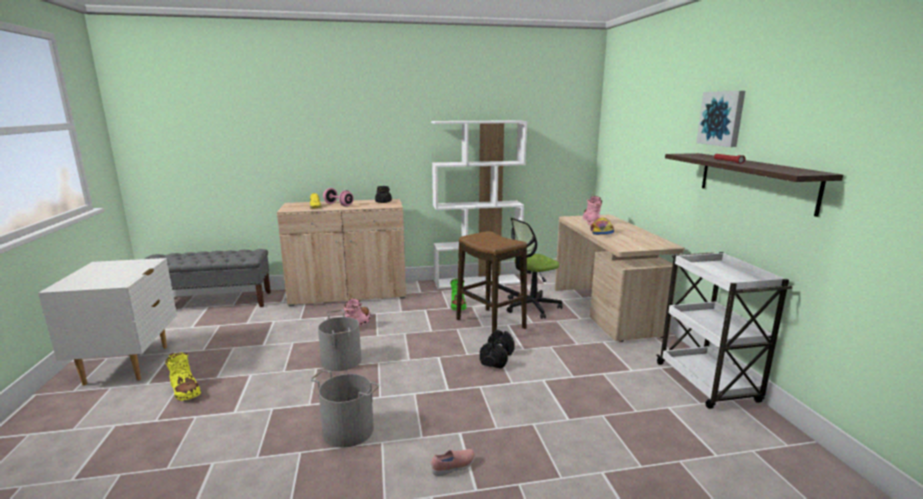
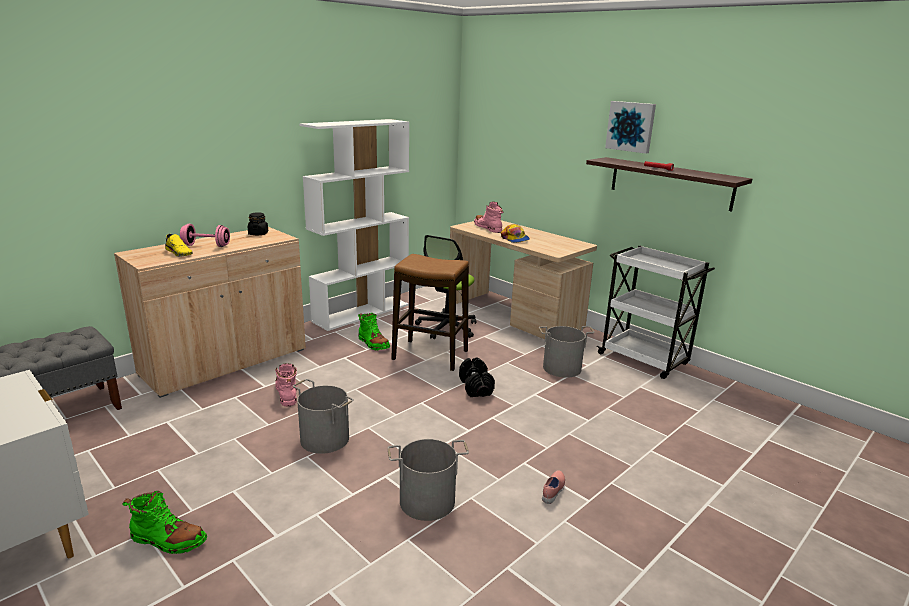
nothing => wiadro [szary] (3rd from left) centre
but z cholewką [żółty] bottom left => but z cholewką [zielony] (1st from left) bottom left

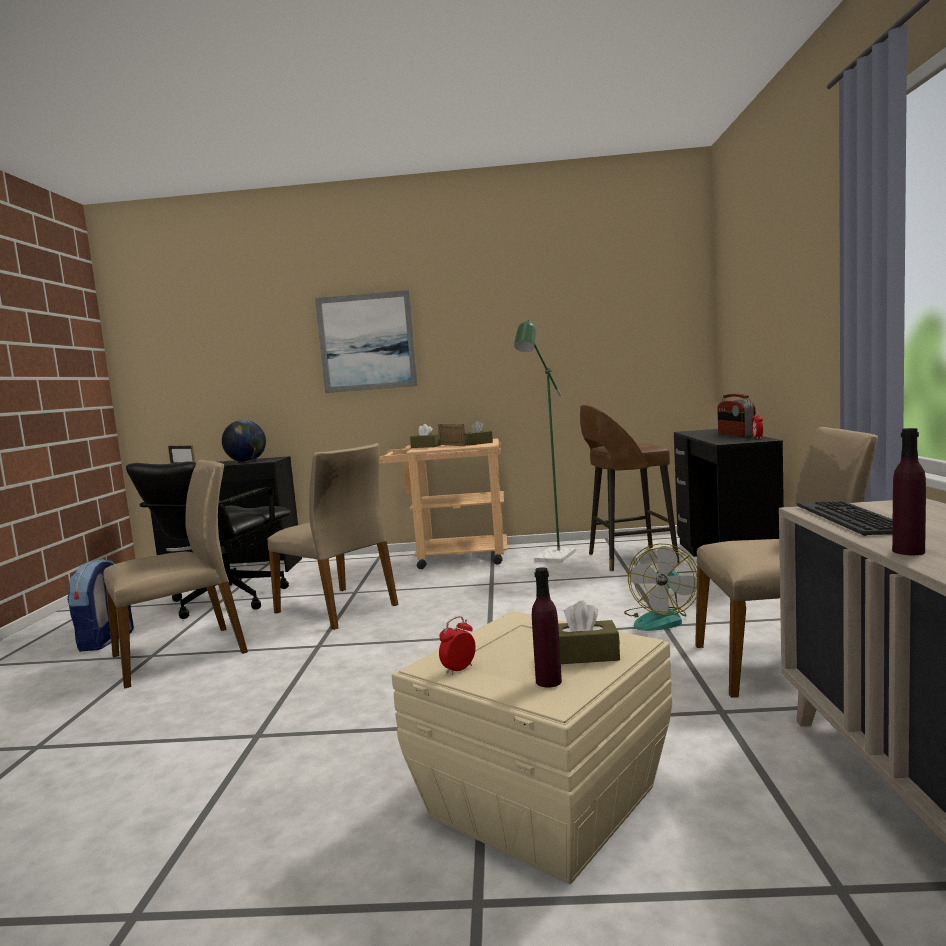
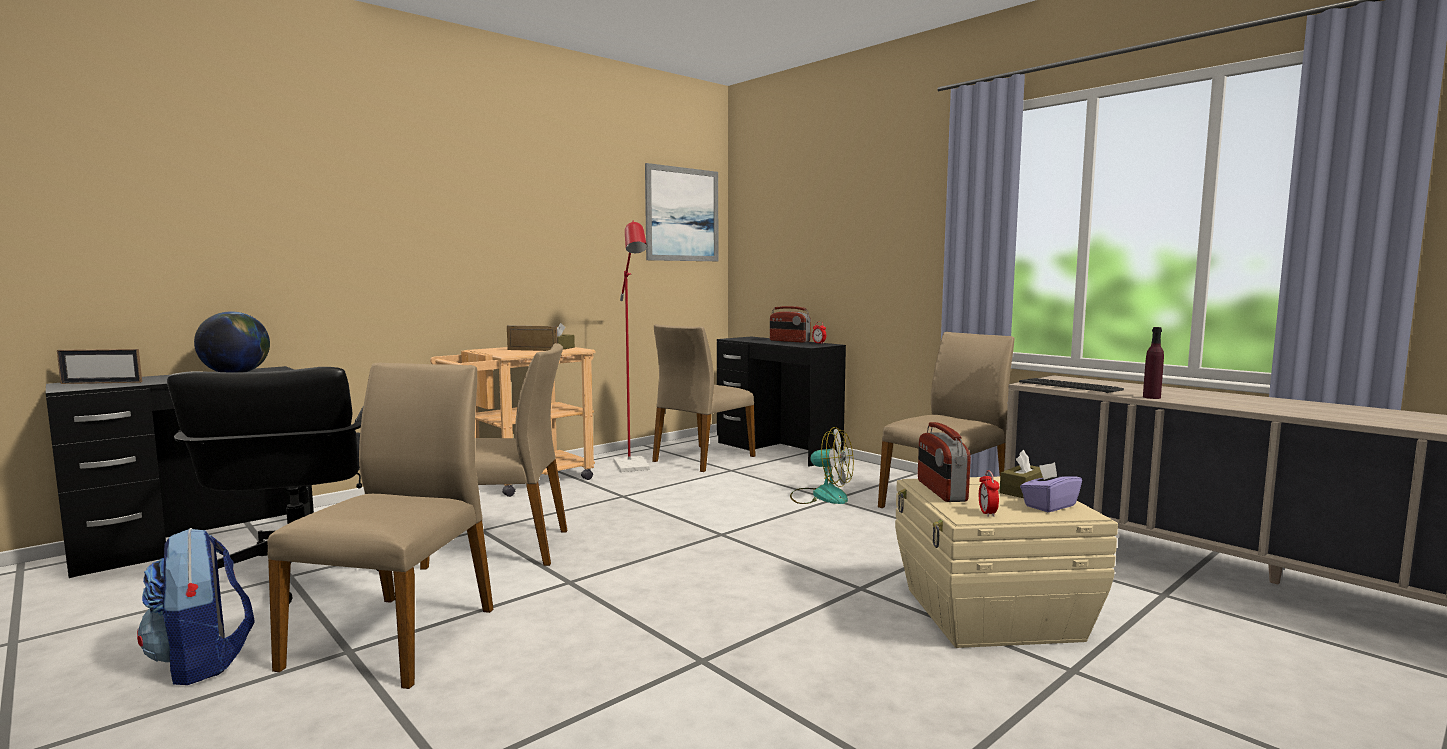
pudełko chusteczek [brązowy] (1st from left) centre => nothing
nothing => radio (2nd from left) centre
obraz centre => obraz top centre, move
butelka [fioletowy] (1st from left) centre => pudełko chusteczek [fioletowy] middle right
stołek [brązowy] centre => krzesło [beżowy] (3rd from left) centre
lampa stojąca [zielony] centre => lampa stojąca [czerwony] centre
wentylator middle right => wentylator centre, 45 degrees counterclockwise

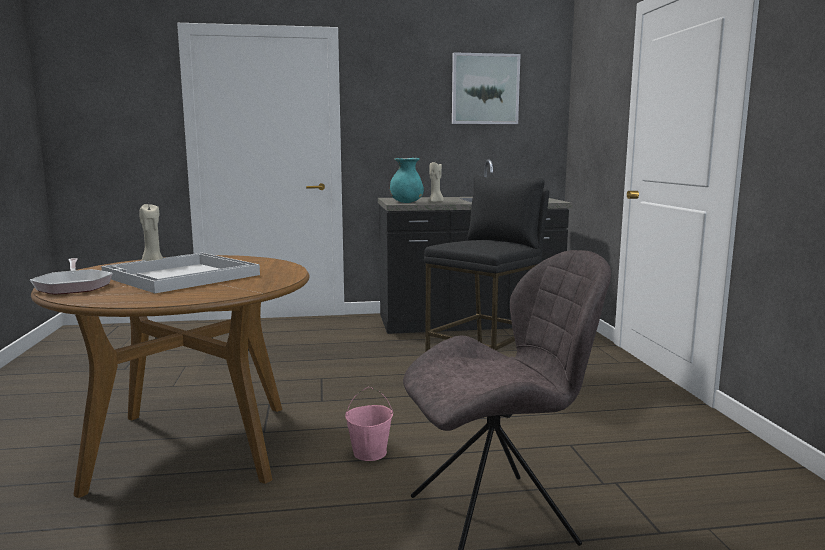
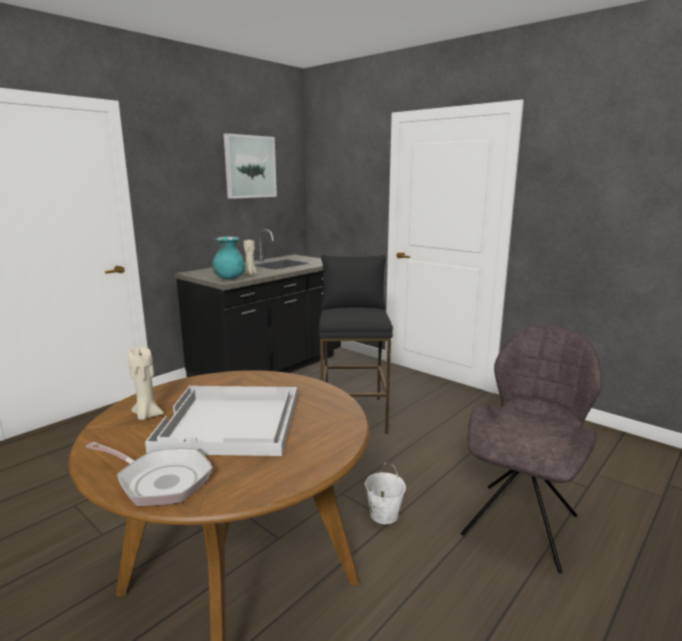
wiadro [różowy] bottom centre => wiadro [biały] bottom centre

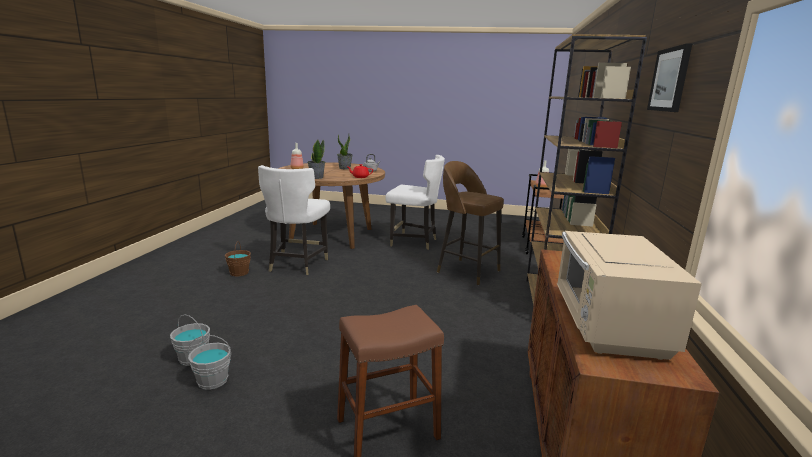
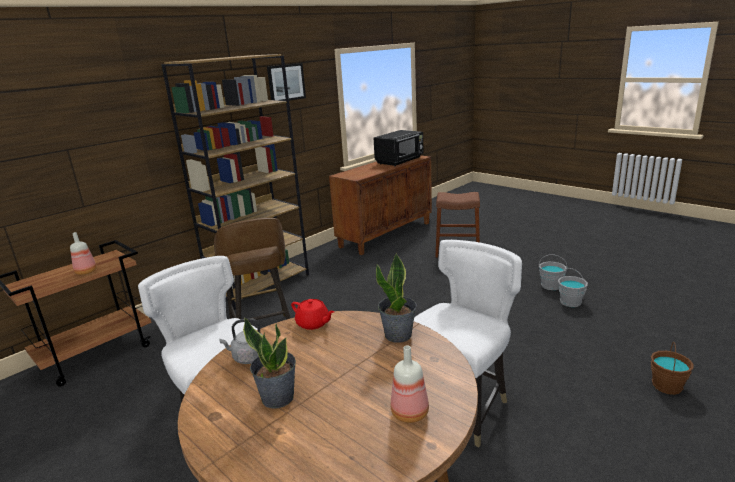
wiadro [brązowy] middle left => wiadro [brązowy] bottom right, move
mikrofalówka [beżowy] middle right => mikrofalówka [czarny] top centre

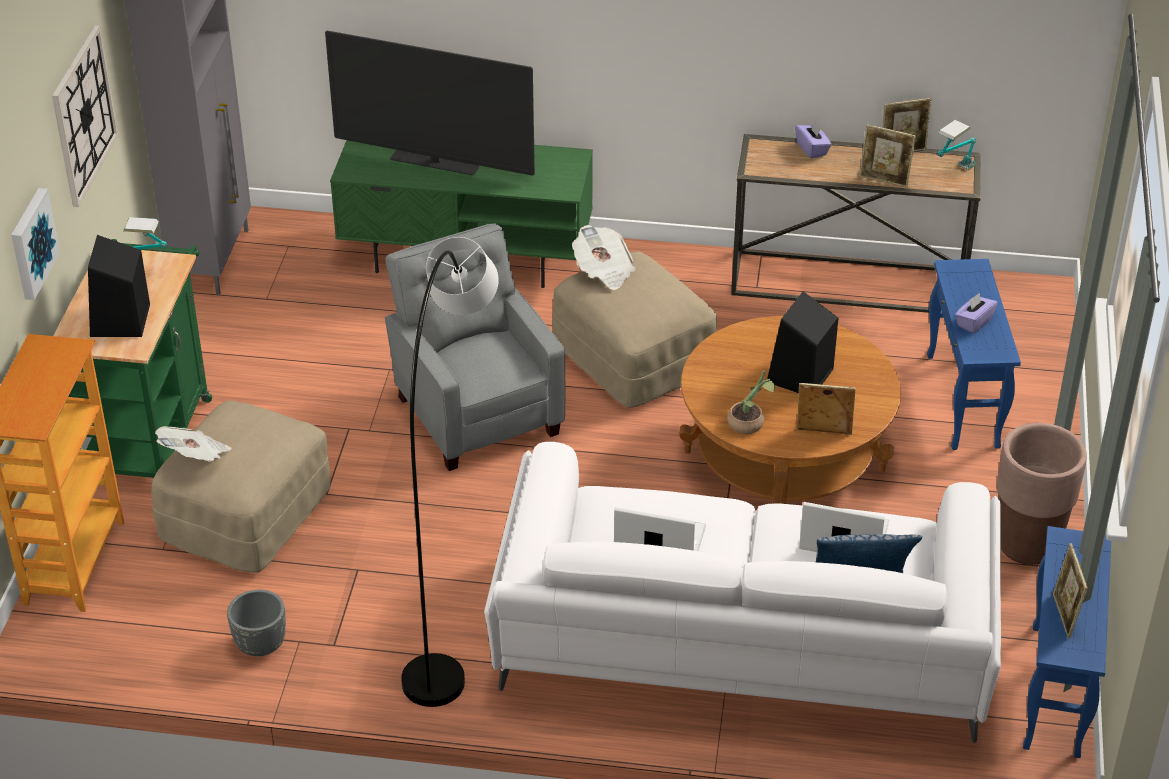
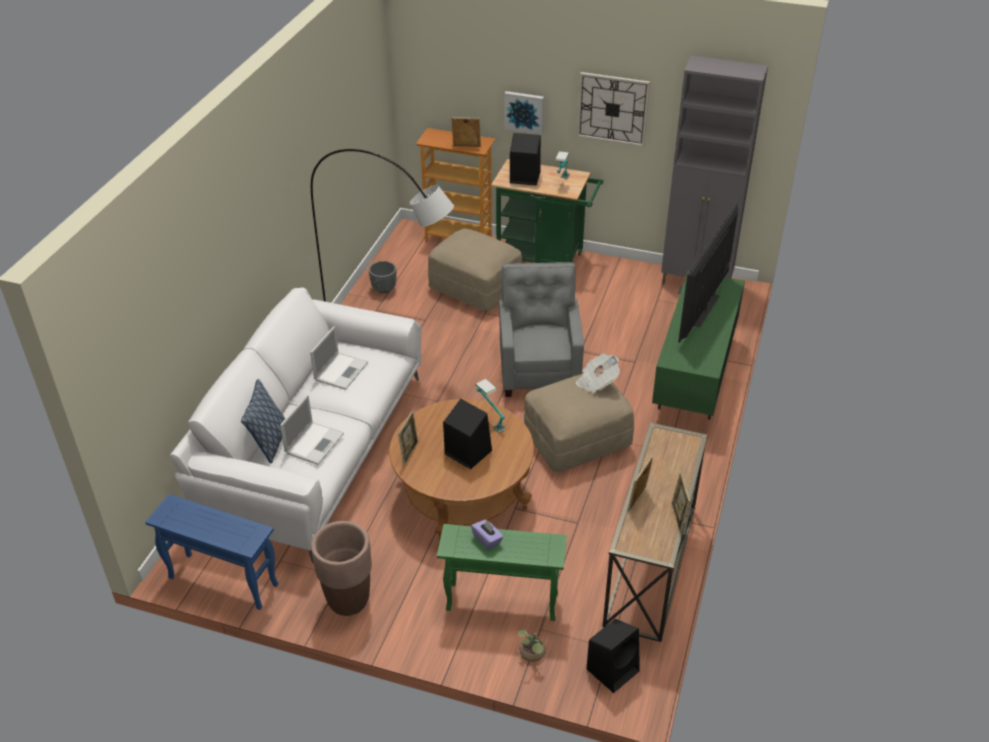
gazeta (1st from left) middle left => nothing
pudełko chusteczek [fioletowy] (1st from left) top right => nothing
nothing => głośnik [czarny] (3rd from left) bottom centre
roślina doniczkowa centre => roślina doniczkowa bottom centre, move
lampa stołowa (2nd from left in the first image) top right => lampa stołowa (1st from left) centre, move
ramka na zdjęcie (4th from left in the first image) bottom right => ramka na zdjęcie (2nd from left) top centre, move
stolik [niebieski] (1st from left) middle right => stolik [zielony] bottom centre
fotel [szary] centre, 75 degrees counterclockwise

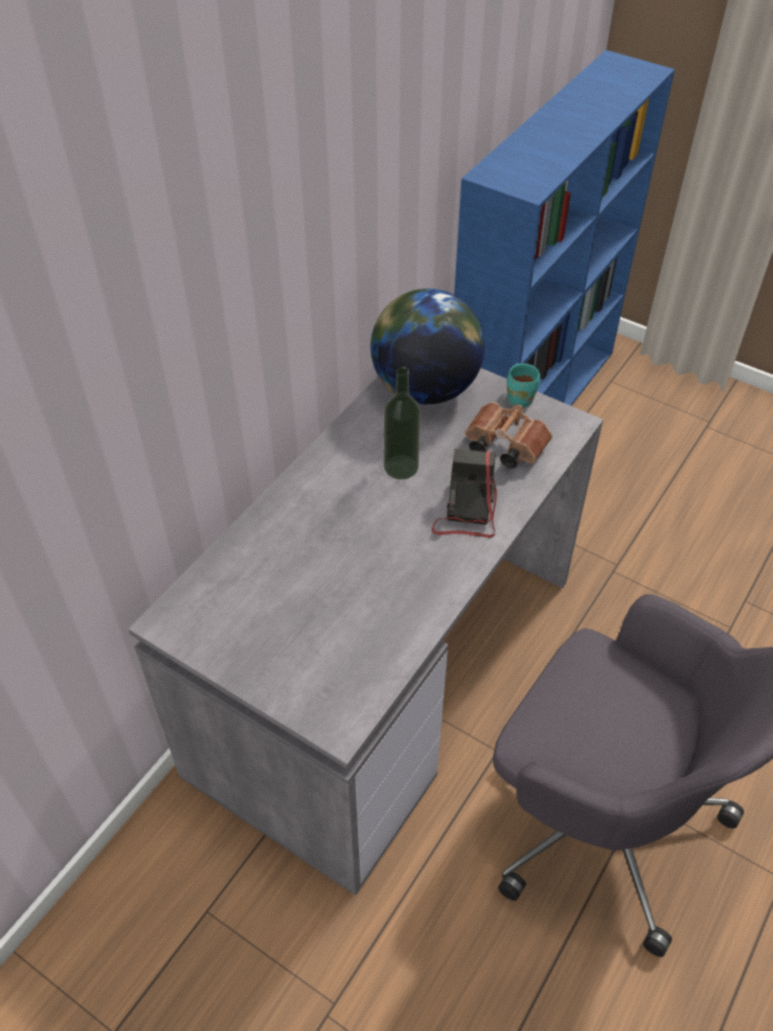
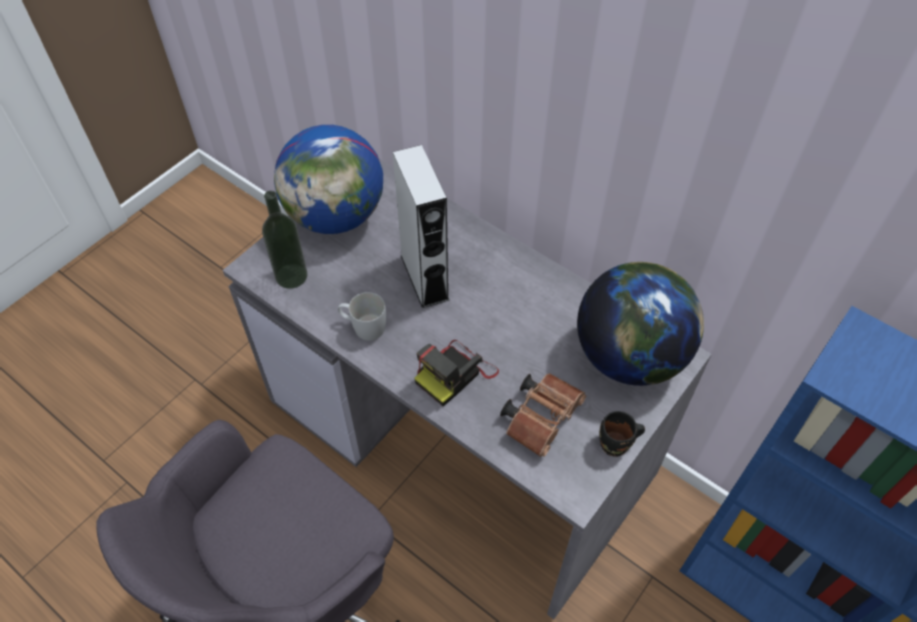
nothing => globus (1st from left) top centre
nothing => kubek [biały] centre
nothing => głośnik [szary] centre
butelka centre => butelka middle left, move
kubek [turkusowy] middle right => kubek [czarny] bottom right
aparat fotograficzny centre, 120 degrees clockwise

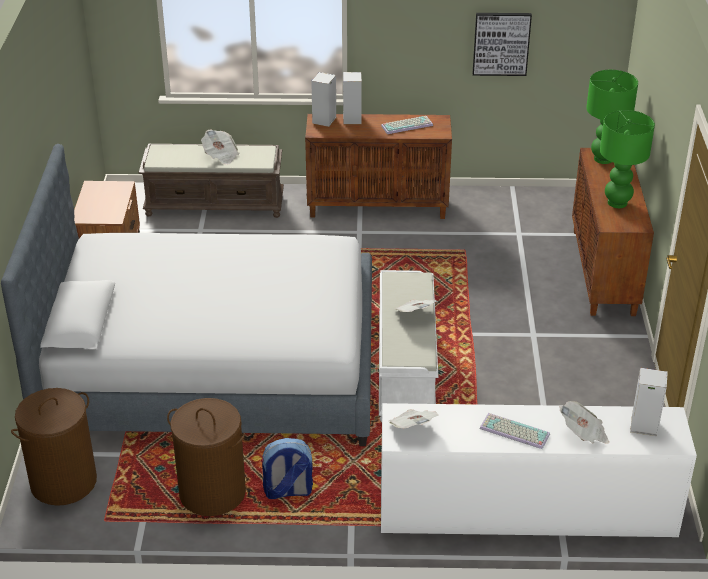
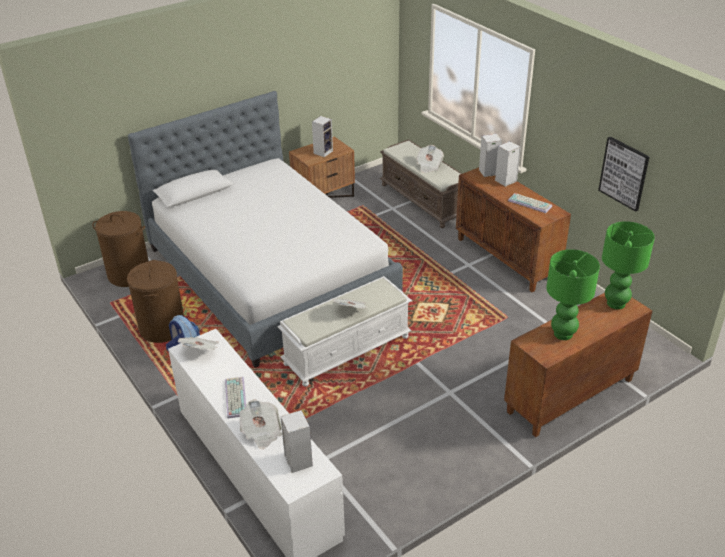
nothing => głośnik (2nd from left) top centre

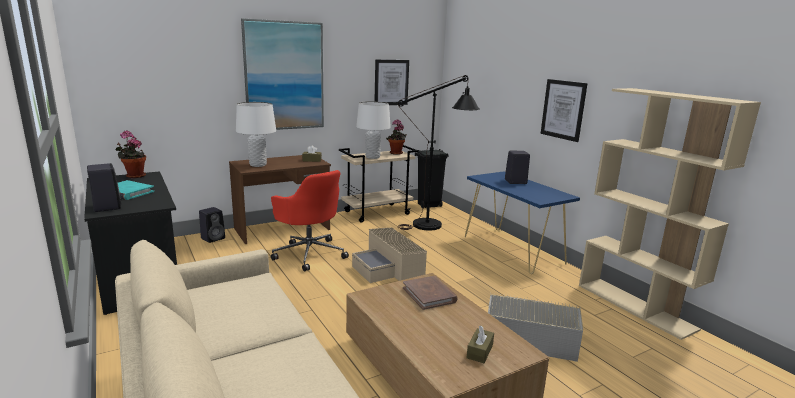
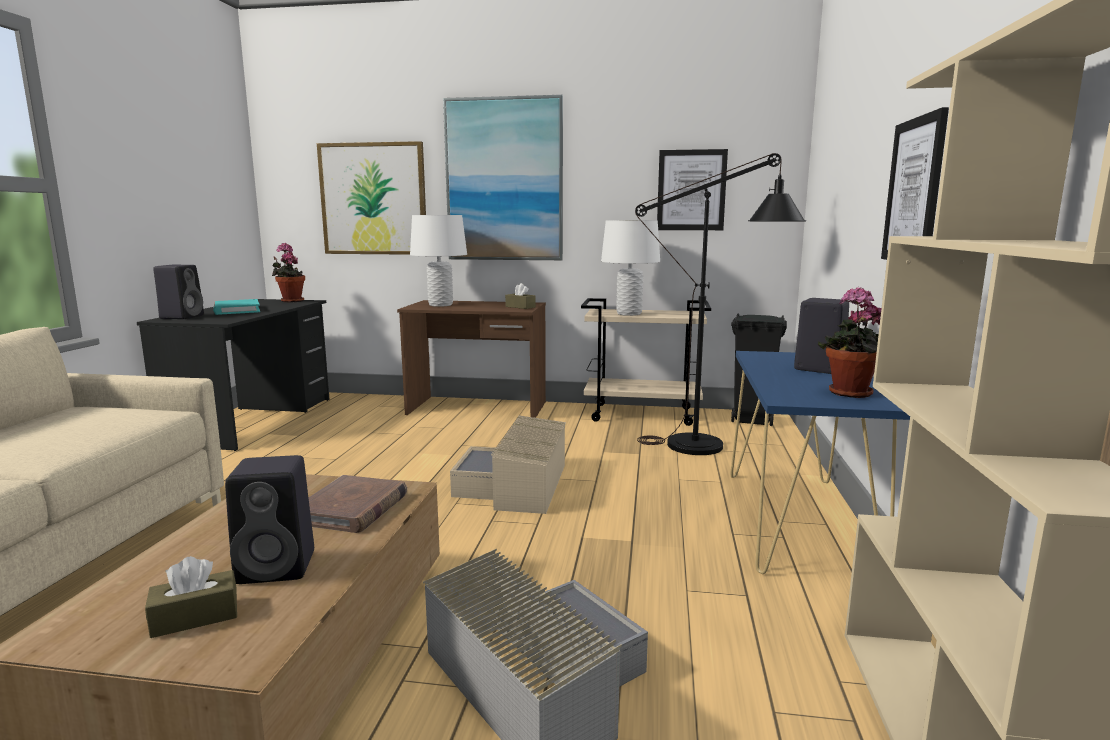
krzesło biurowe [czerwony] centre => nothing
nothing => obraz (1st from left) top centre
głośnik [czarny] (2nd from left) middle left => głośnik [czarny] (2nd from left) bottom left, move
roślina doniczkowa (2nd from left) centre => roślina doniczkowa (2nd from left) middle right, move

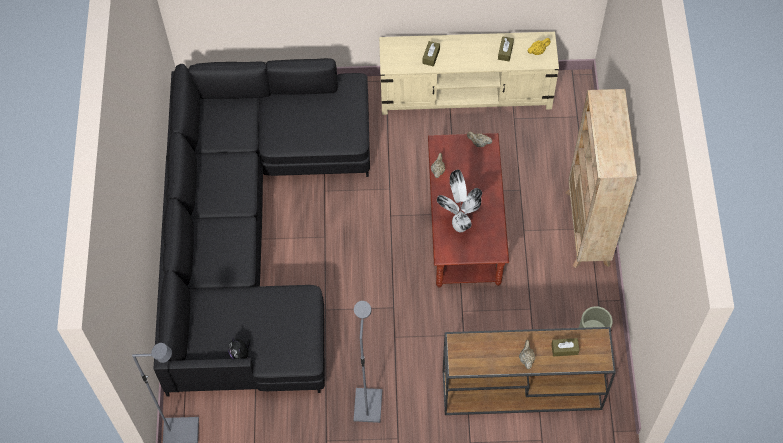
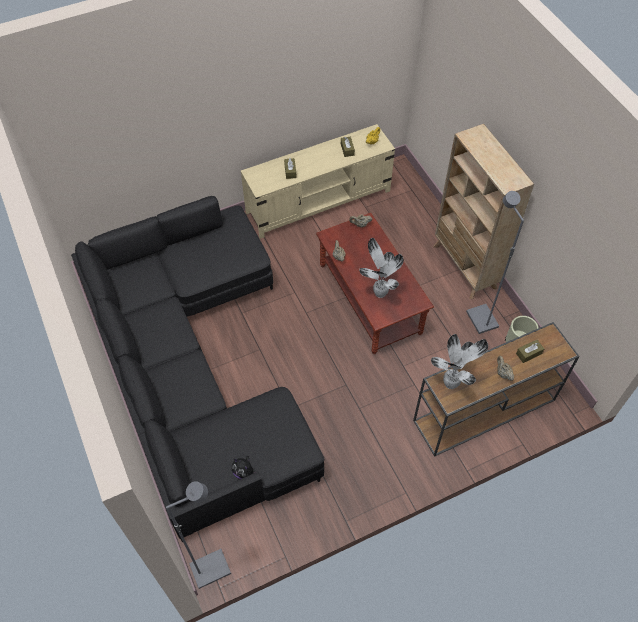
nothing => roślina doniczkowa (2nd from left) middle right
lampa stojąca [szary] (2nd from left) bottom centre => lampa stojąca [szary] (2nd from left) middle right, move

